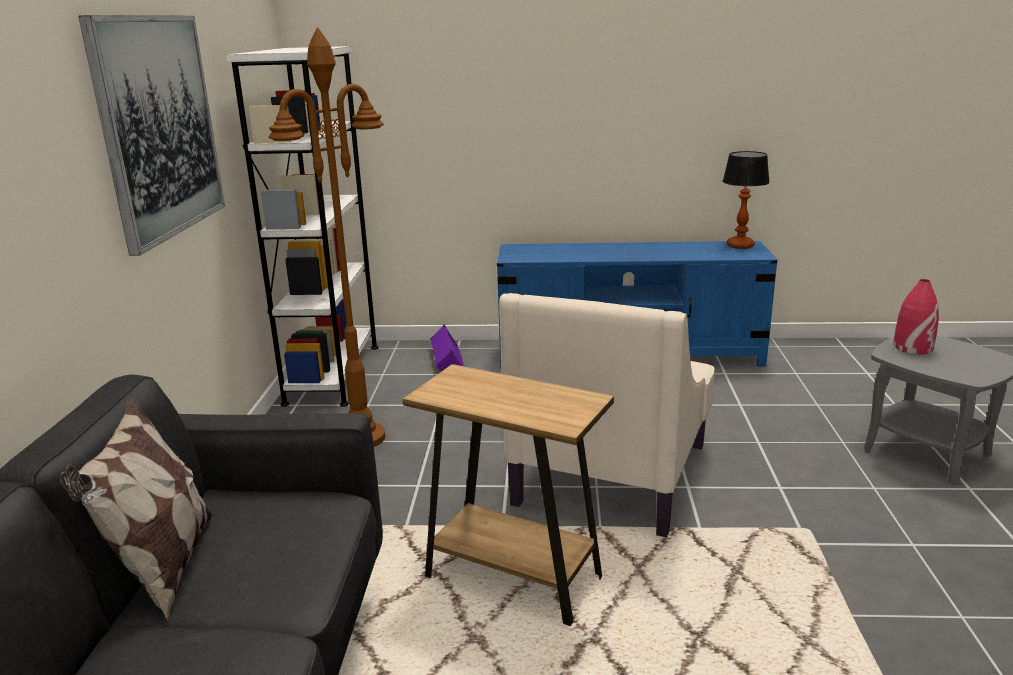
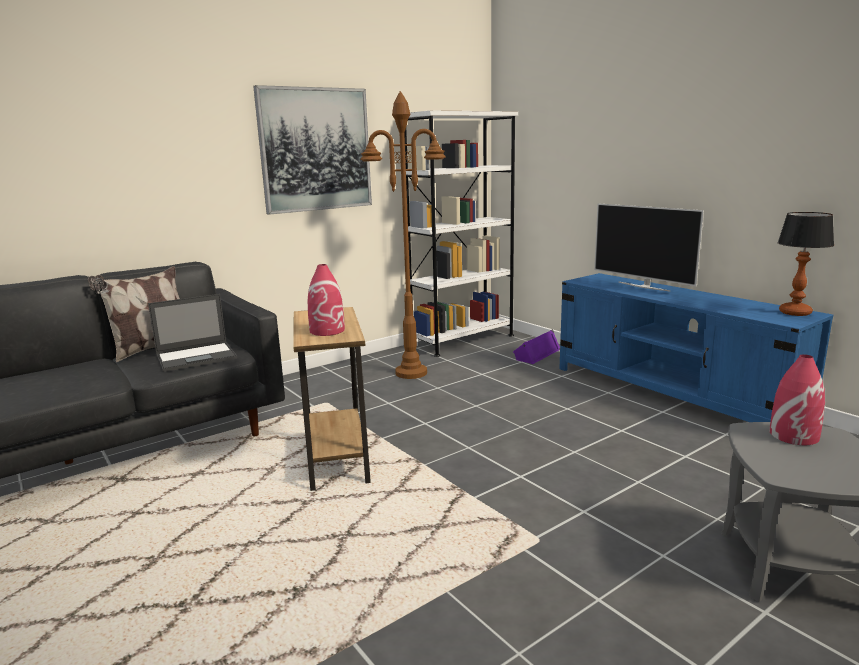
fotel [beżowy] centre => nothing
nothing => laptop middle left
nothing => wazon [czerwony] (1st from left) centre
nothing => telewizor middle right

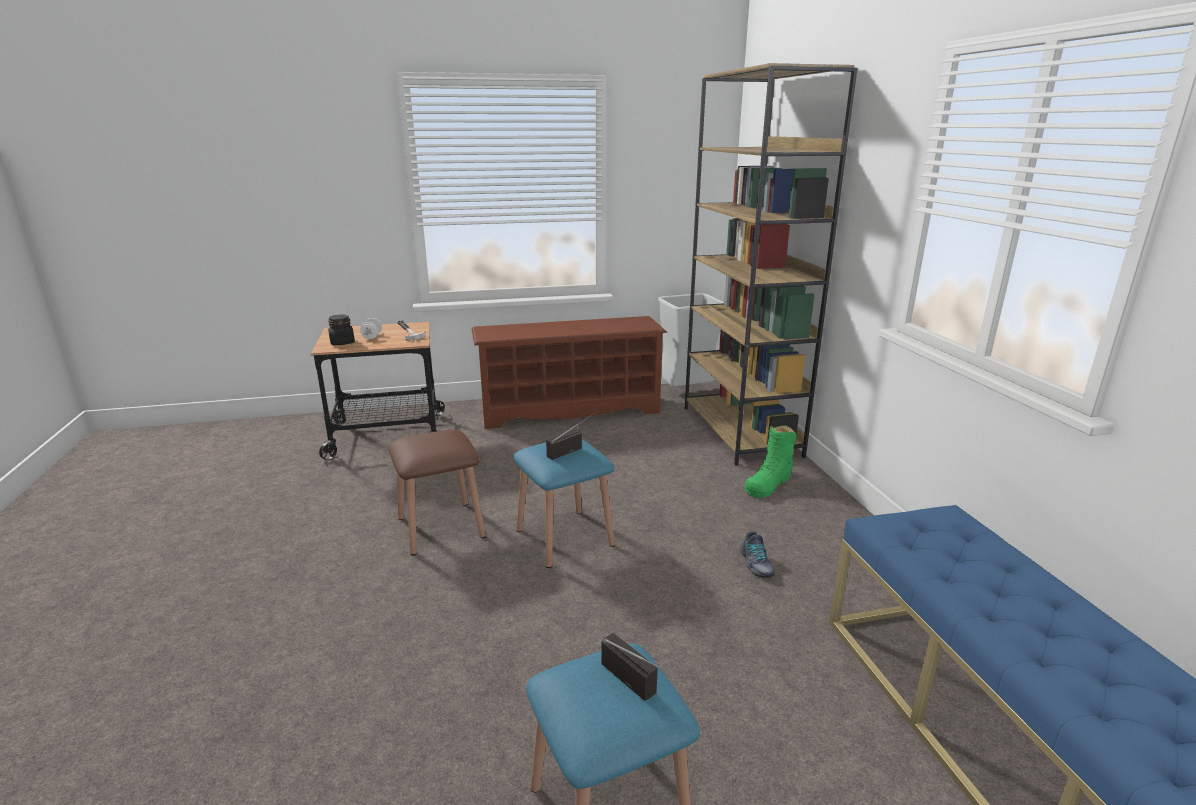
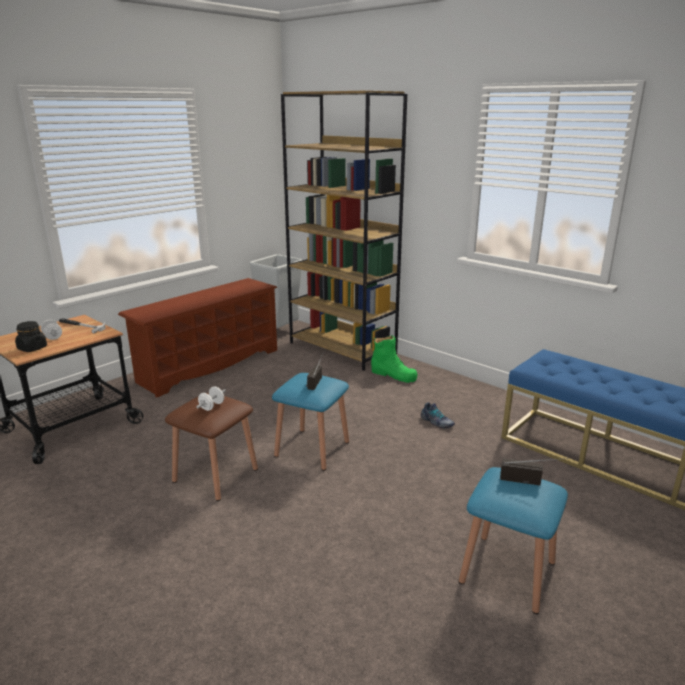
nothing => hantel [biały] (2nd from left) middle left
but z cholewką [zielony] centre, 60 degrees counterclockwise

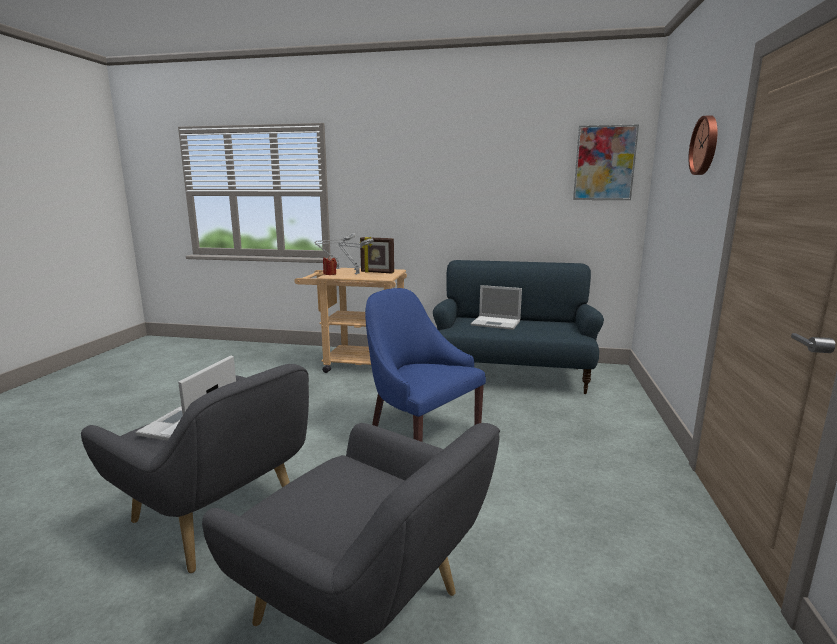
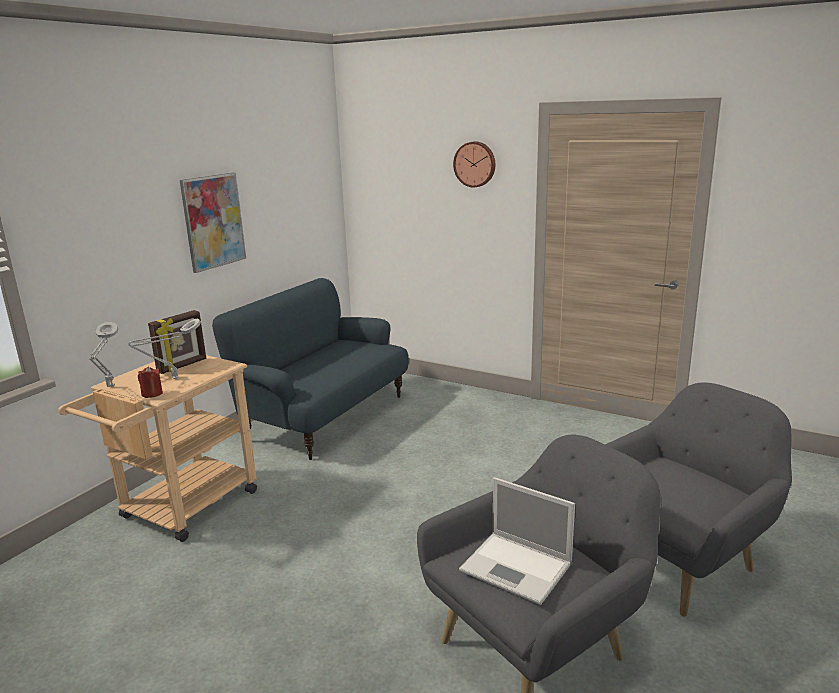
fotel [niebieski] centre => nothing
laptop (2nd from left) centre => nothing
obraz top right => obraz top left, move

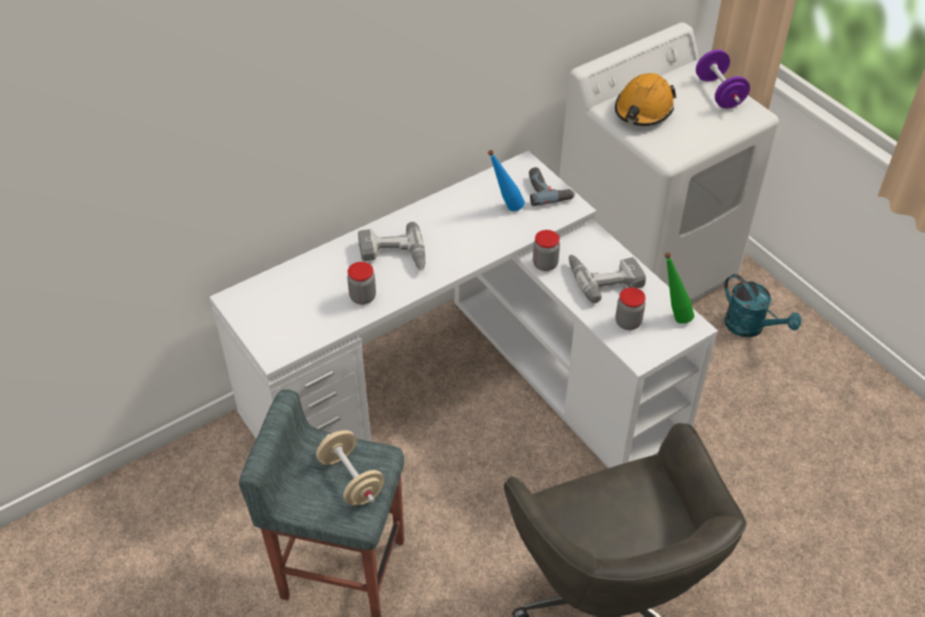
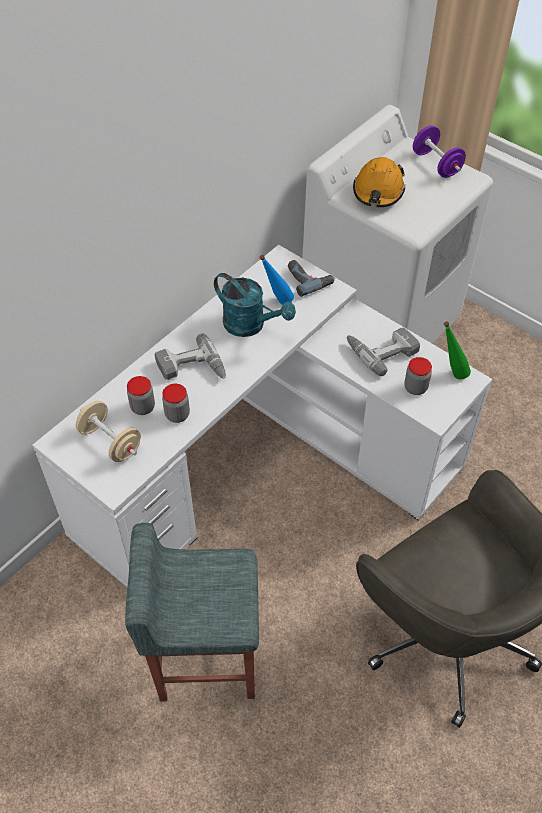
hantel [beżowy] bottom centre => hantel [beżowy] middle left, move
słoik (2nd from left in the first image) centre => słoik (1st from left) middle left, move
konewka [turkusowy] middle right => konewka [turkusowy] centre, move

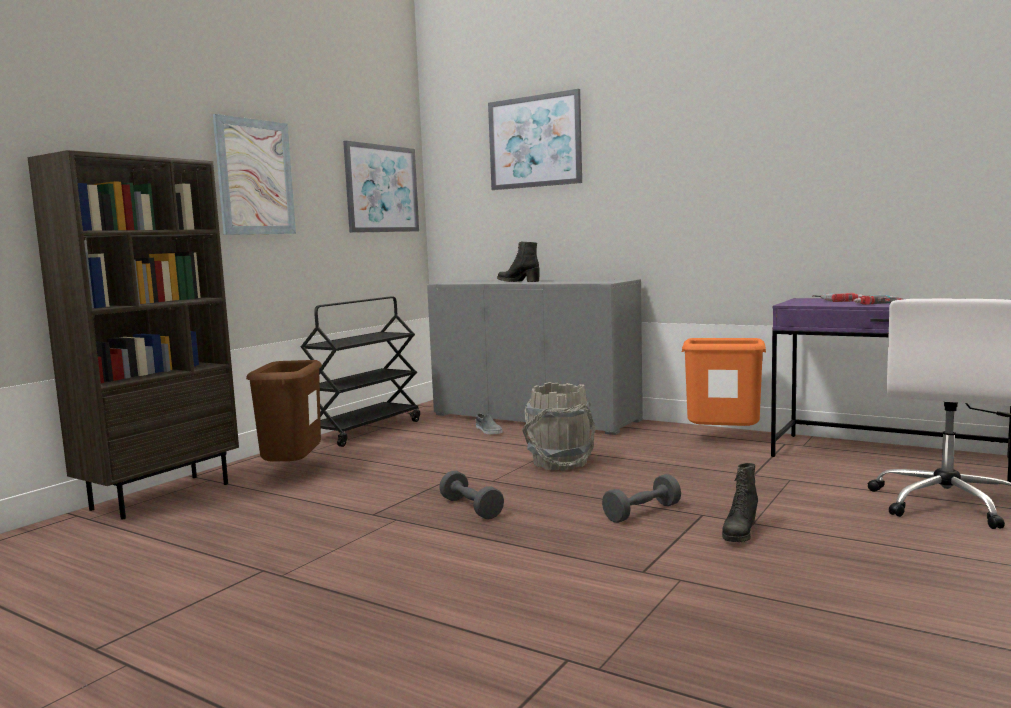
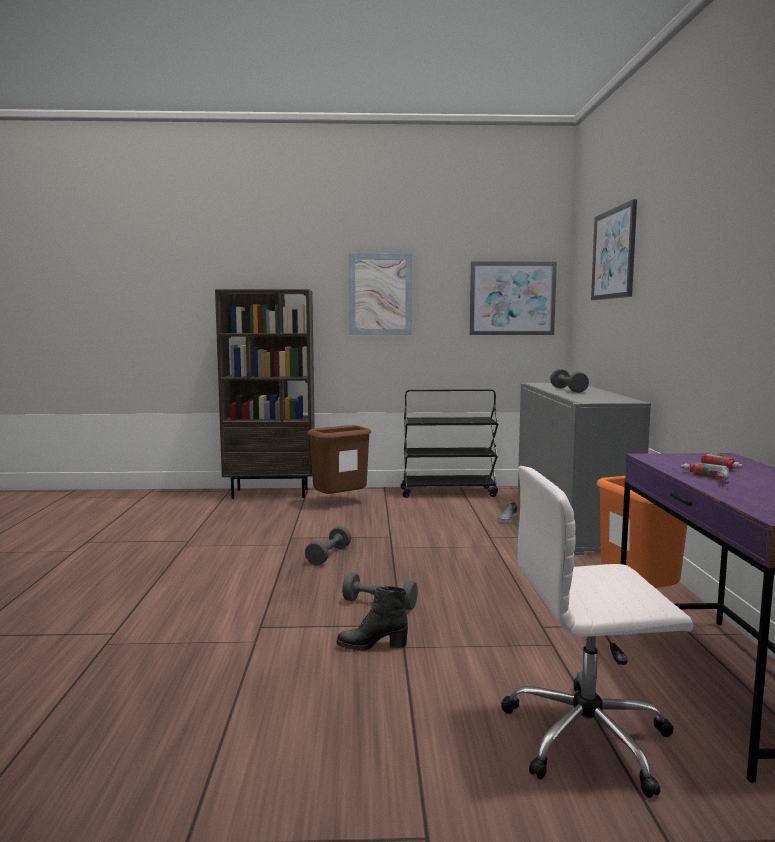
wiadro [szary] centre => nothing
but z cholewką [czarny] (1st from left) centre => hantel [szary] (3rd from left) middle right

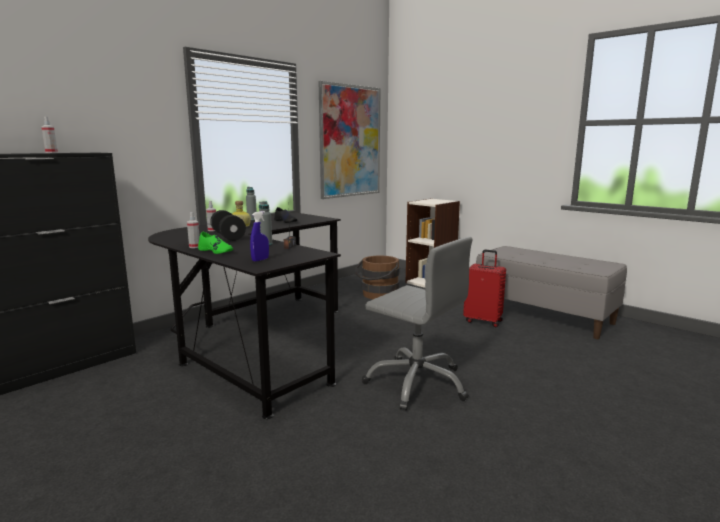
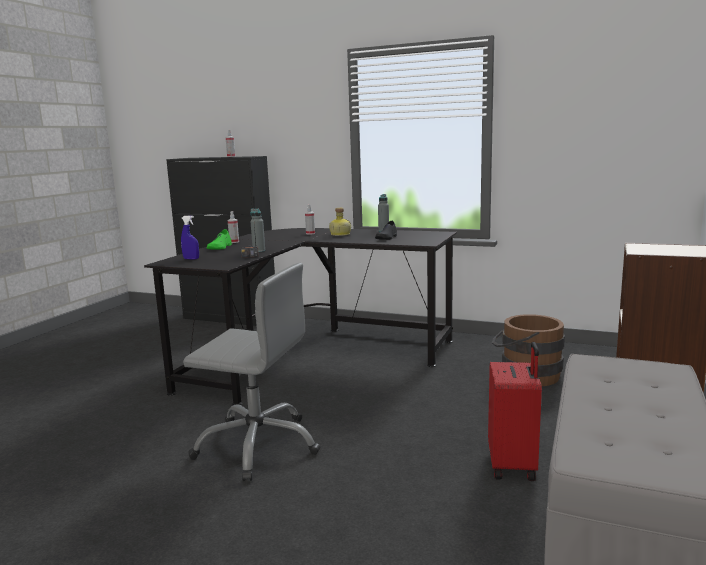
hantel [czarny] middle left => nothing
obraz top centre => nothing
krzesło biurowe [szary] centre, 90 degrees counterclockwise

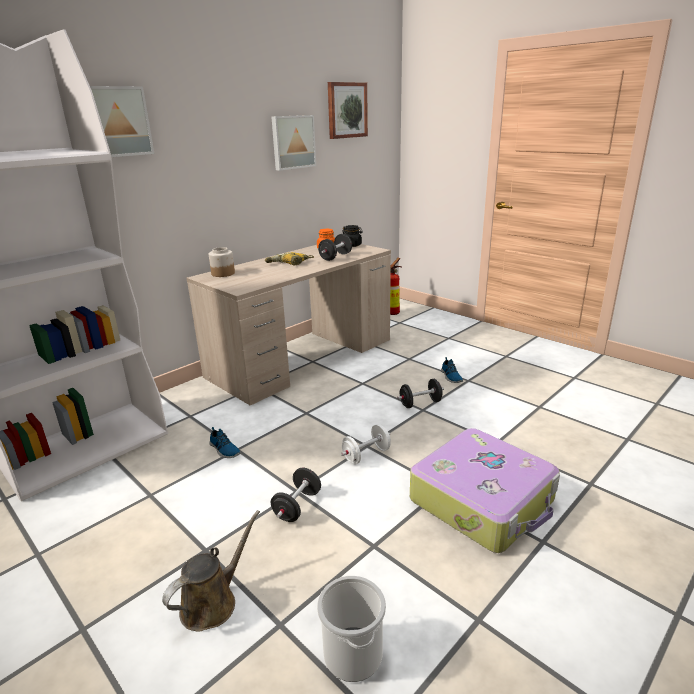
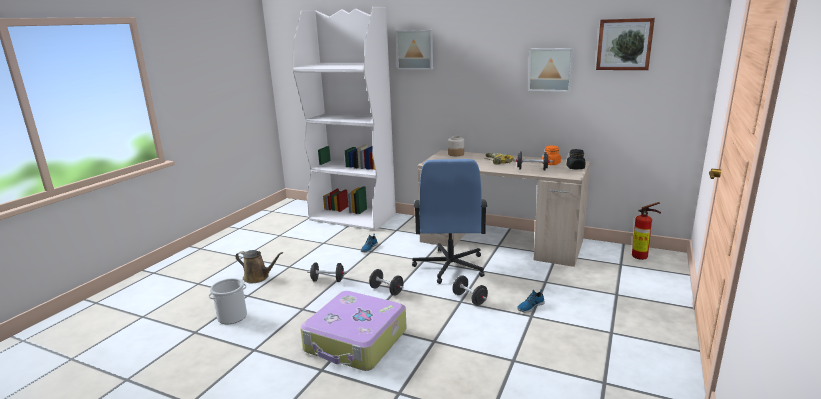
nothing => krzesło biurowe [niebieski] centre
hantel [biały] centre => hantel [czarny] (2nd from left) bottom centre

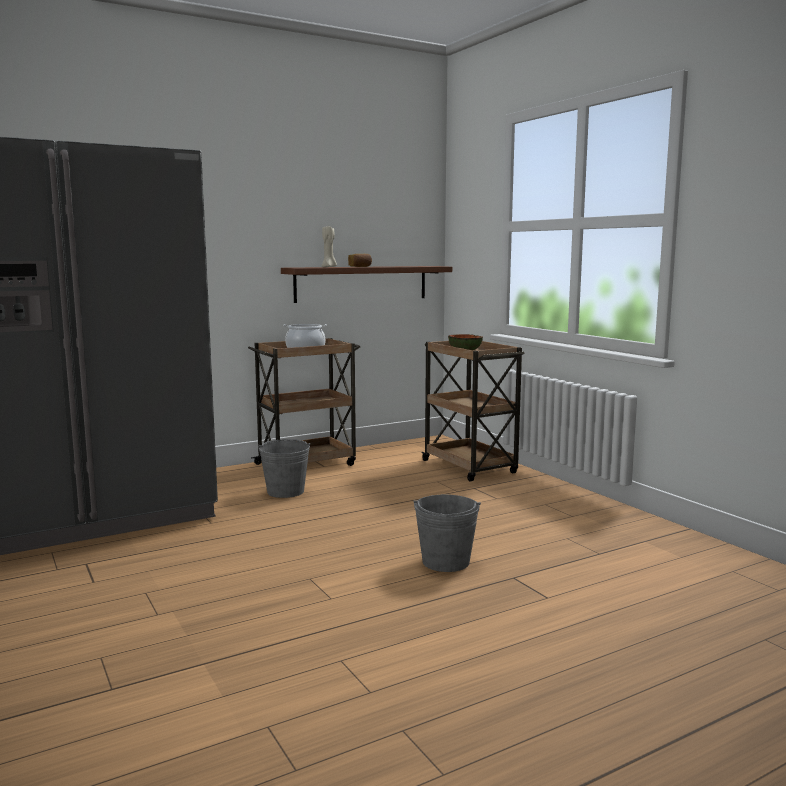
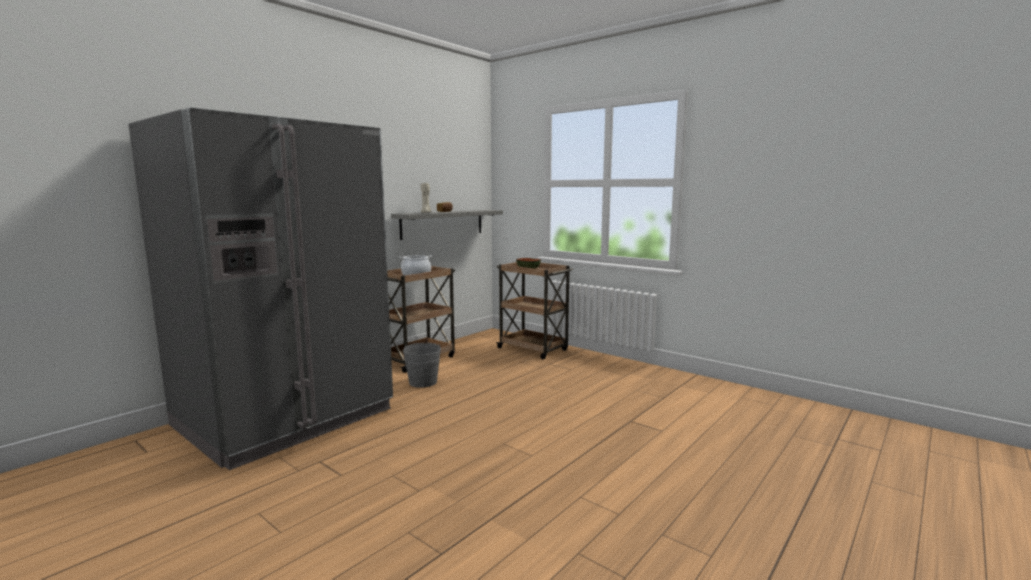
wiadro [szary] (2nd from left) bottom centre => nothing
półka [brązowy] centre => półka [szary] centre

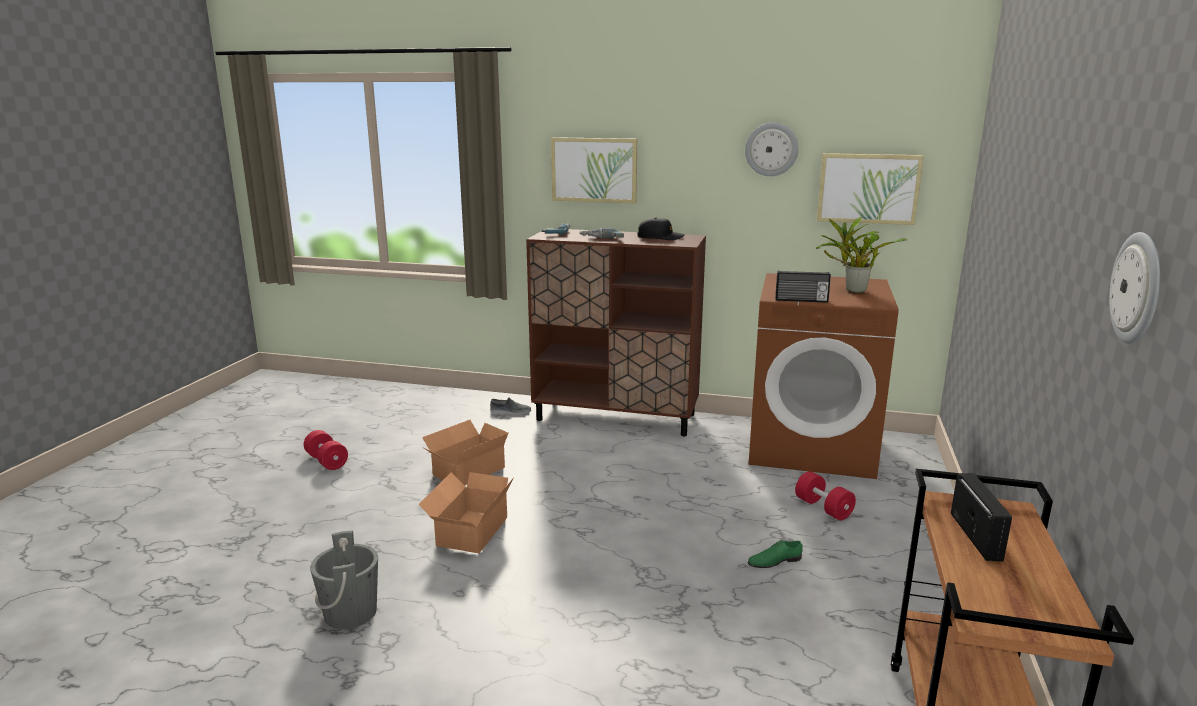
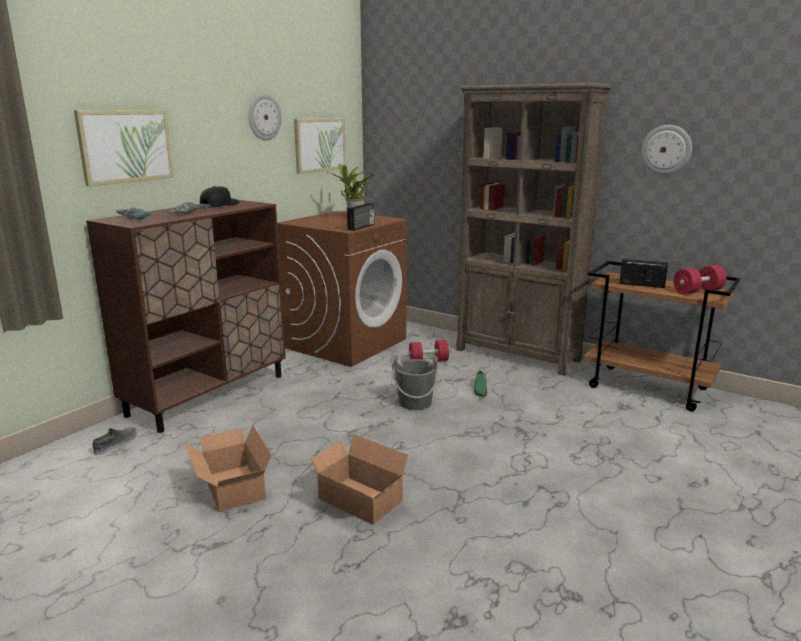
nothing => regał [brązowy] middle right
hantel [czerwony] (1st from left in the first image) middle left => hantel [czerwony] (2nd from left) middle right, move
wiadro [szary] bottom left => wiadro [szary] centre, move

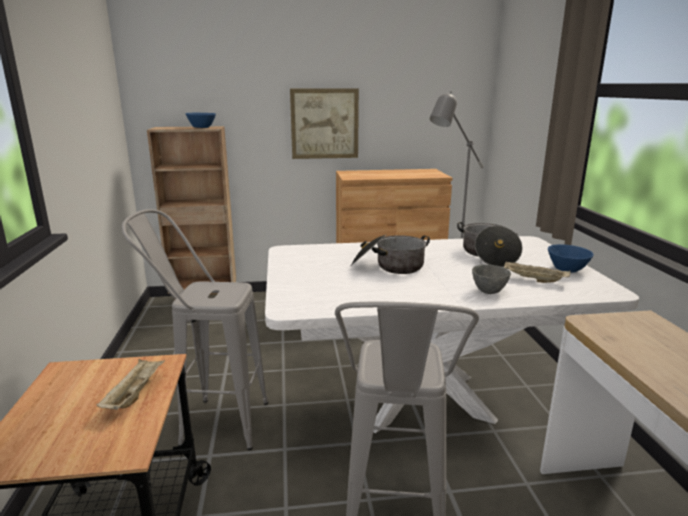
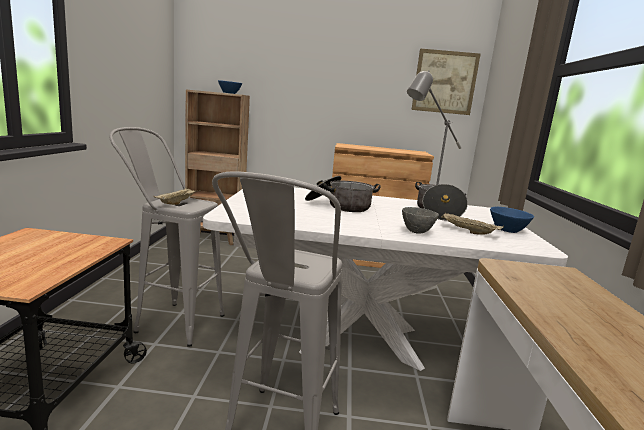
taca [beżowy] (1st from left) bottom left => taca [beżowy] (1st from left) middle left, move
obraz top centre => obraz top right, move

